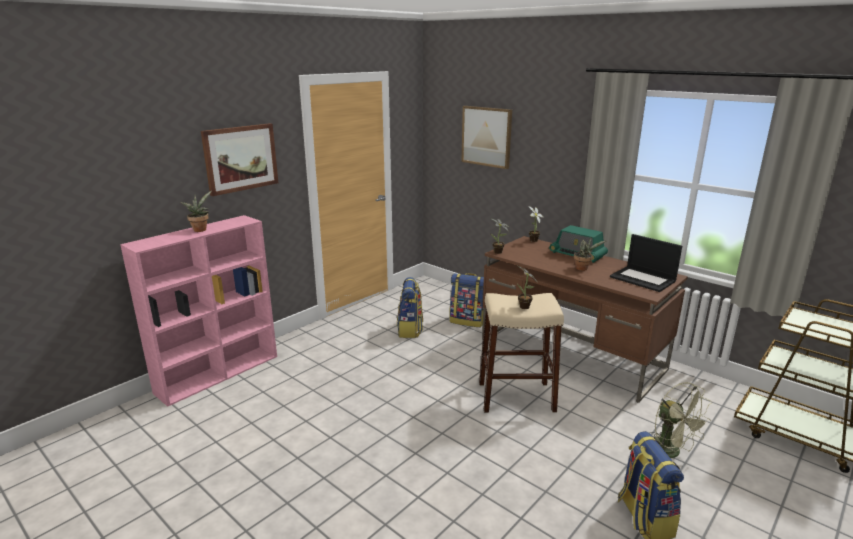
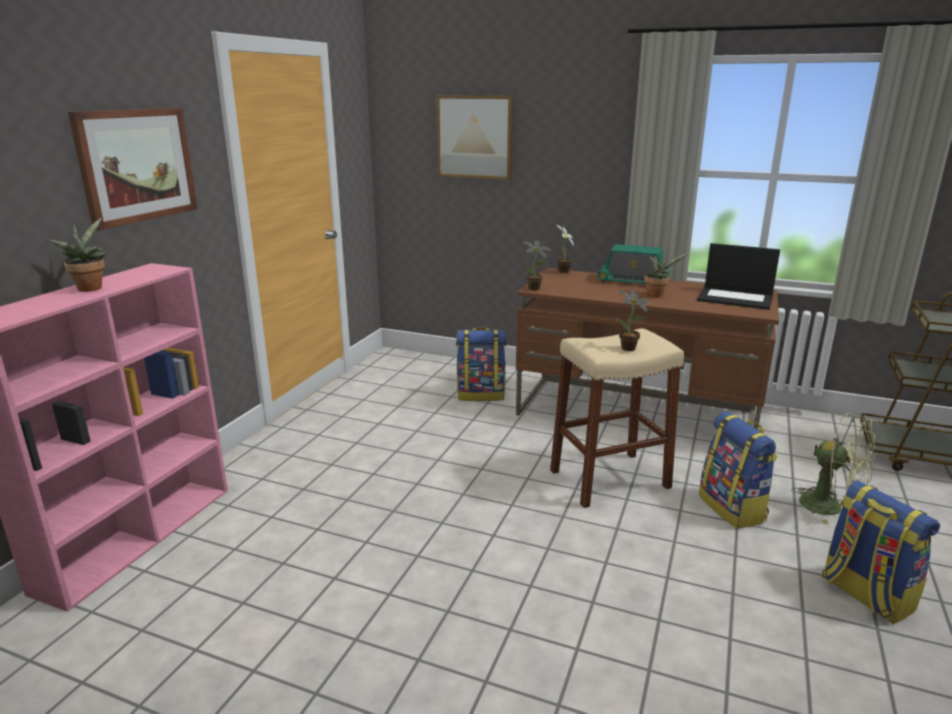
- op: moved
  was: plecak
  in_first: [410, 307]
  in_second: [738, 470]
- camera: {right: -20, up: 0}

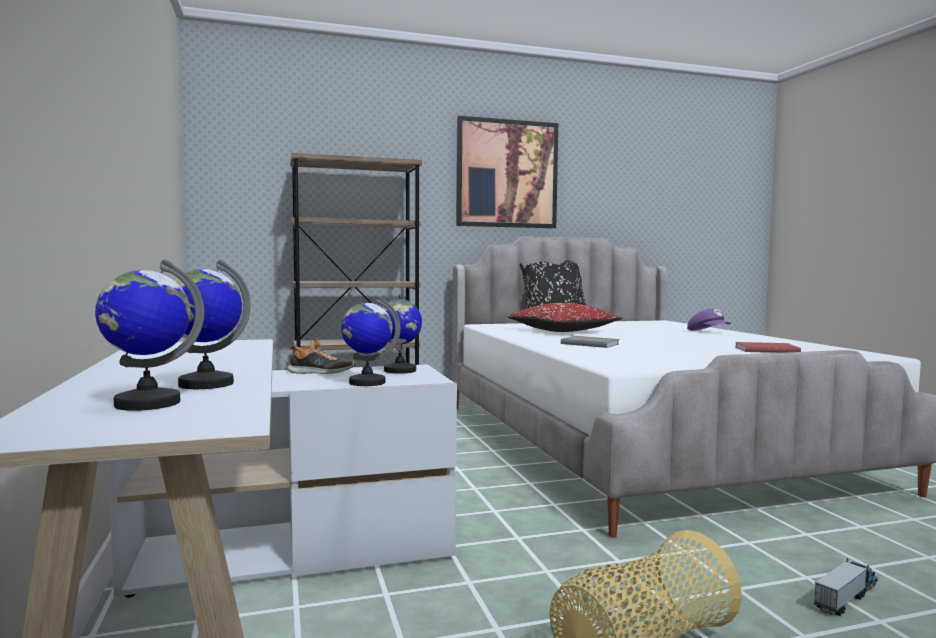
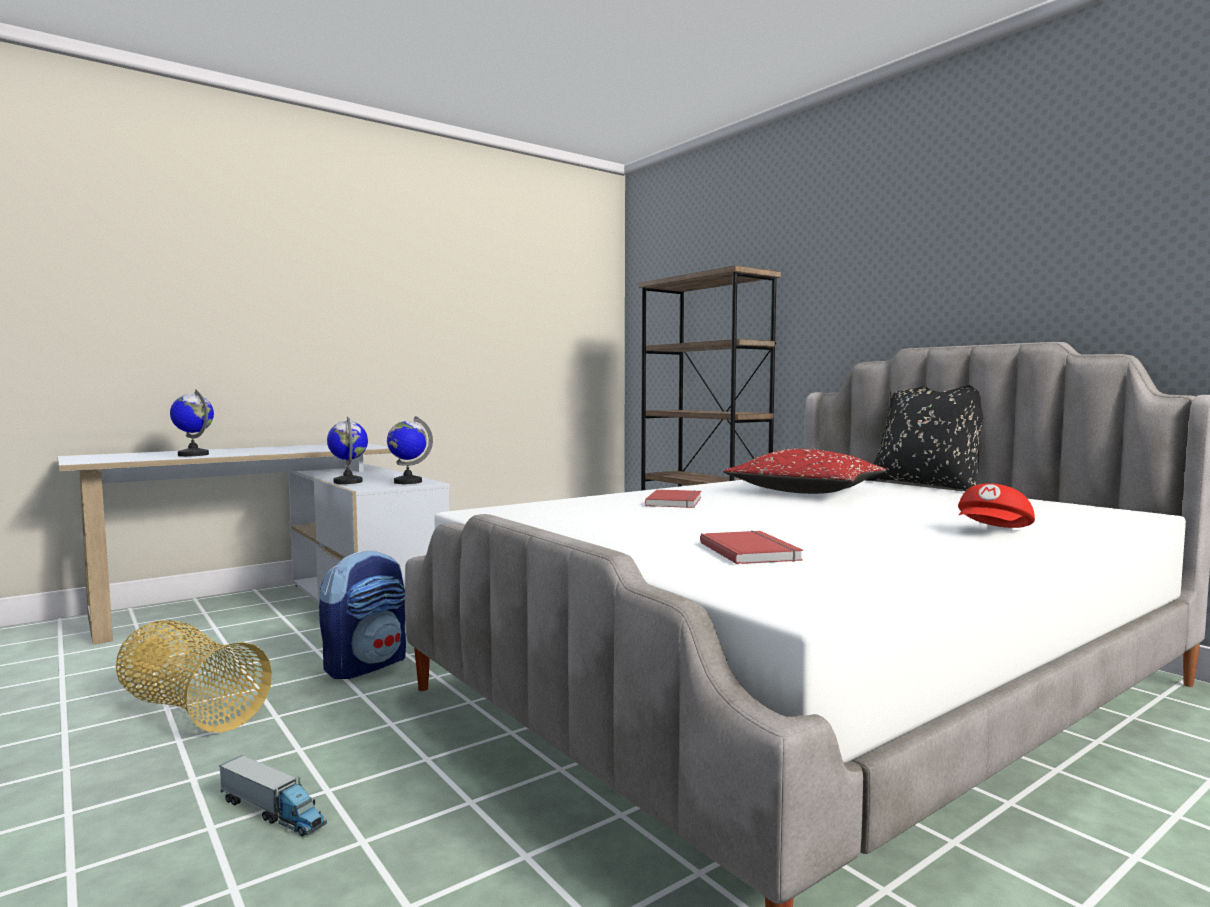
- op: added
  now: plecak
  in_second: [362, 614]
- op: recoloured
  was: książka (szary)
  now: książka (czerwony)
  in_first: [590, 342]
  in_second: [673, 498]
- op: recoloured
  was: czapka z daszkiem (fioletowy)
  now: czapka z daszkiem (czerwony)
  in_first: [709, 320]
  in_second: [996, 505]
- op: removed
  was: globus
  in_first: [149, 335]
- op: removed
  was: but
  in_first: [321, 356]
- op: removed
  was: obraz
  in_first: [507, 172]
- camera: {right: 70, up: 0}

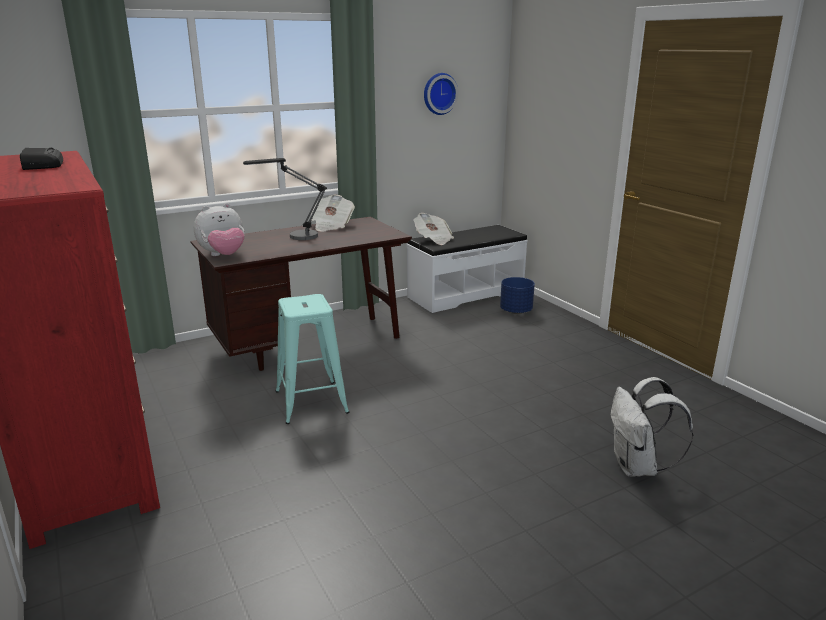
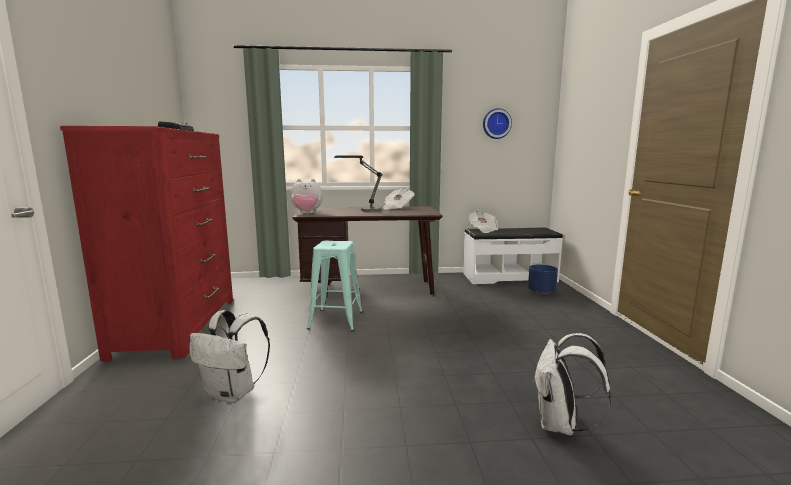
- op: added
  now: plecak (biały)
  in_second: [230, 356]
- camera: {right: 25, up: -10}

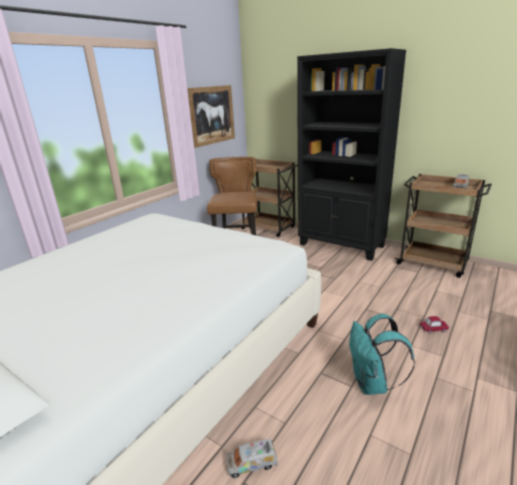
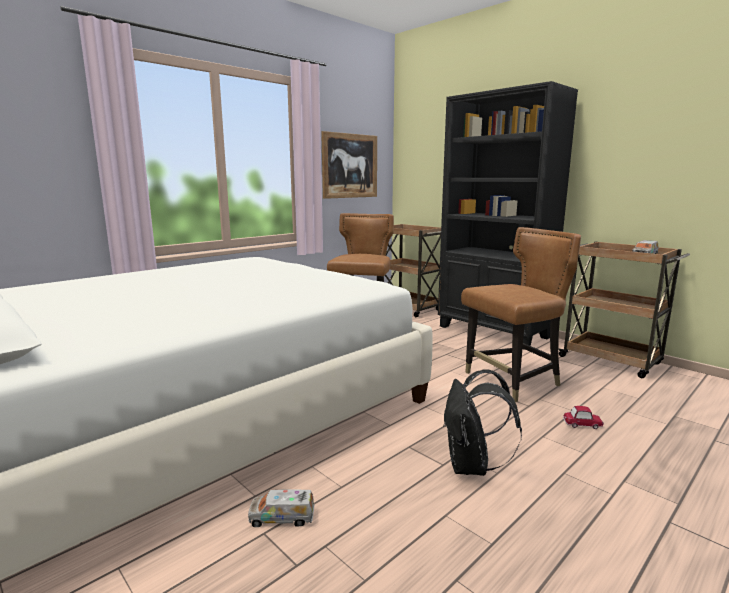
- op: recoloured
  was: plecak (turkusowy)
  now: plecak (czarny)
  in_first: [382, 354]
  in_second: [482, 422]
- op: added
  now: krzesło (brązowy)
  in_second: [521, 314]
- camera: {right: 10, up: -10}

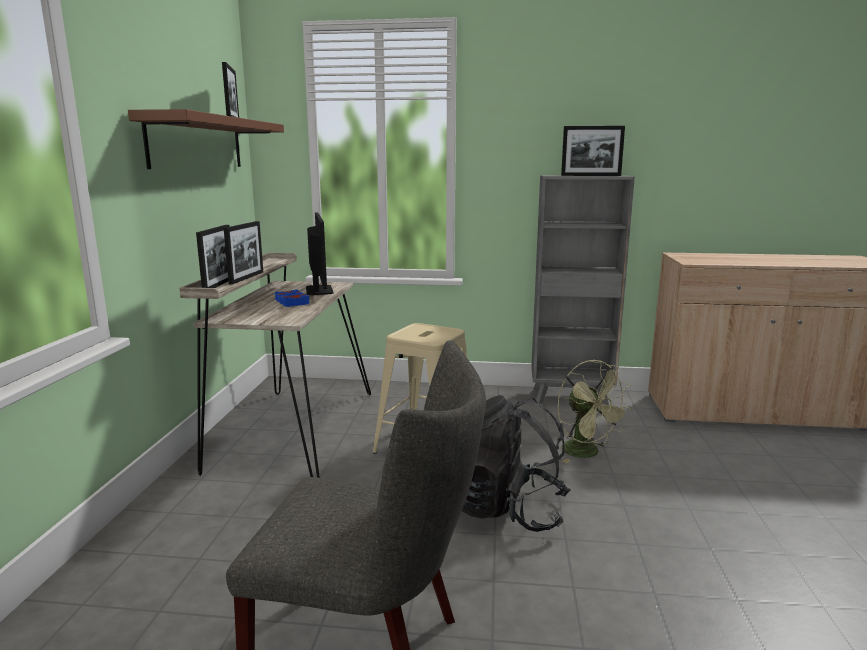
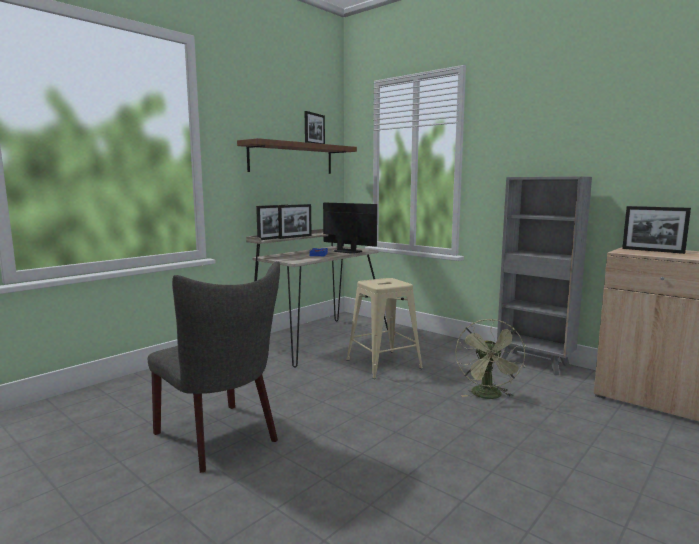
- op: turned
  was: monitor
  in_first: [319, 254]
  in_second: [350, 228]
  clockwise: -75
- op: moved
  was: ramka na zdjęcie
  in_first: [593, 151]
  in_second: [656, 230]
- op: removed
  was: plecak (czarny)
  in_first: [516, 463]
- camera: {right: 35, up: -5}

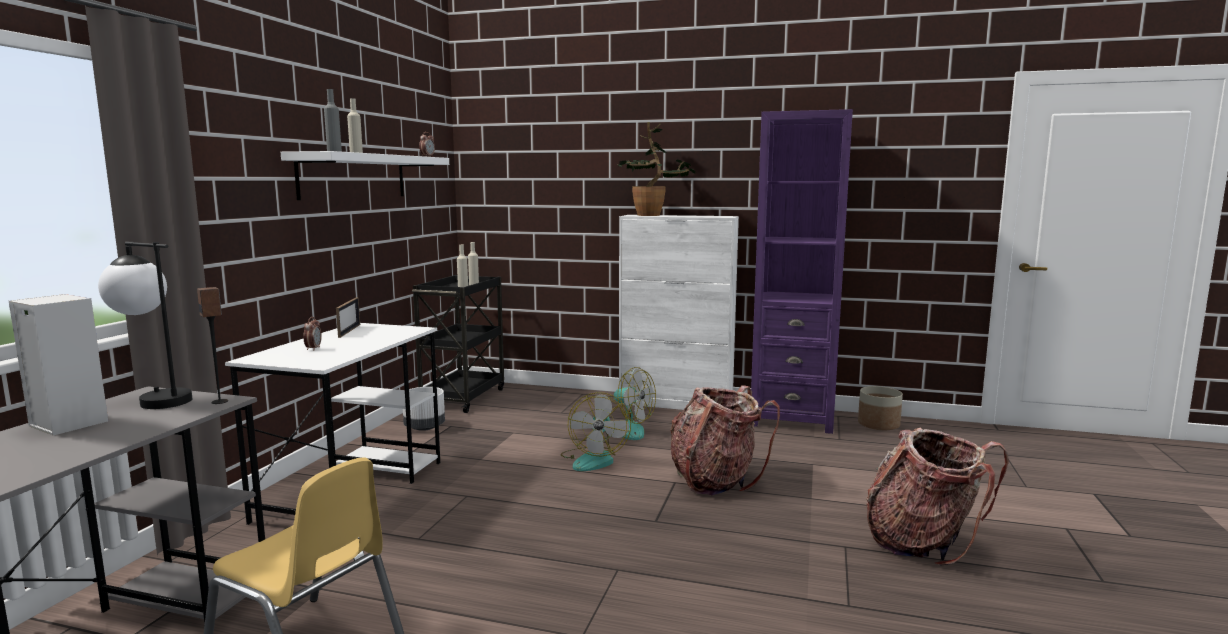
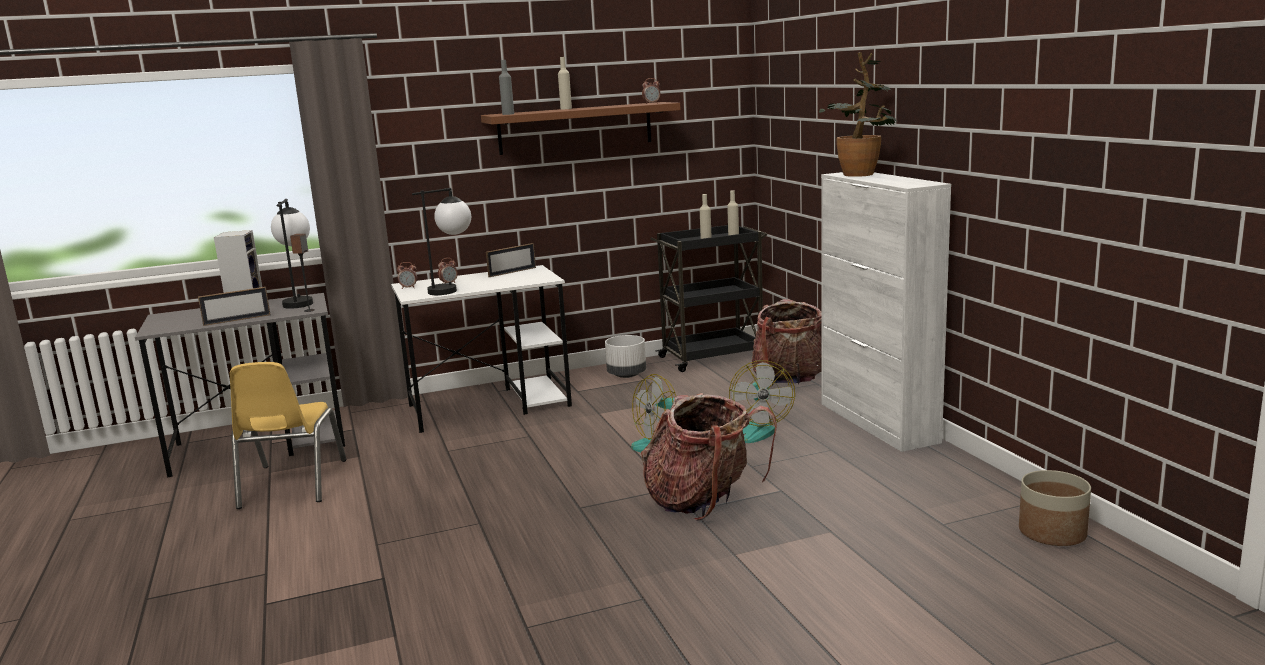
- op: added
  now: ramka na zdjęcie
  in_second: [234, 306]
- op: added
  now: budzik
  in_second: [407, 275]
- op: added
  now: lampa stołowa
  in_second: [441, 241]
- op: recoloured
  was: półka (biały)
  now: półka (brązowy)
  in_first: [365, 175]
  in_second: [581, 128]
- op: moved
  was: plecak
  in_first: [937, 497]
  in_second: [787, 343]
- op: removed
  was: regał (fioletowy)
  in_first: [802, 271]
- camera: {right: 55, up: 5}

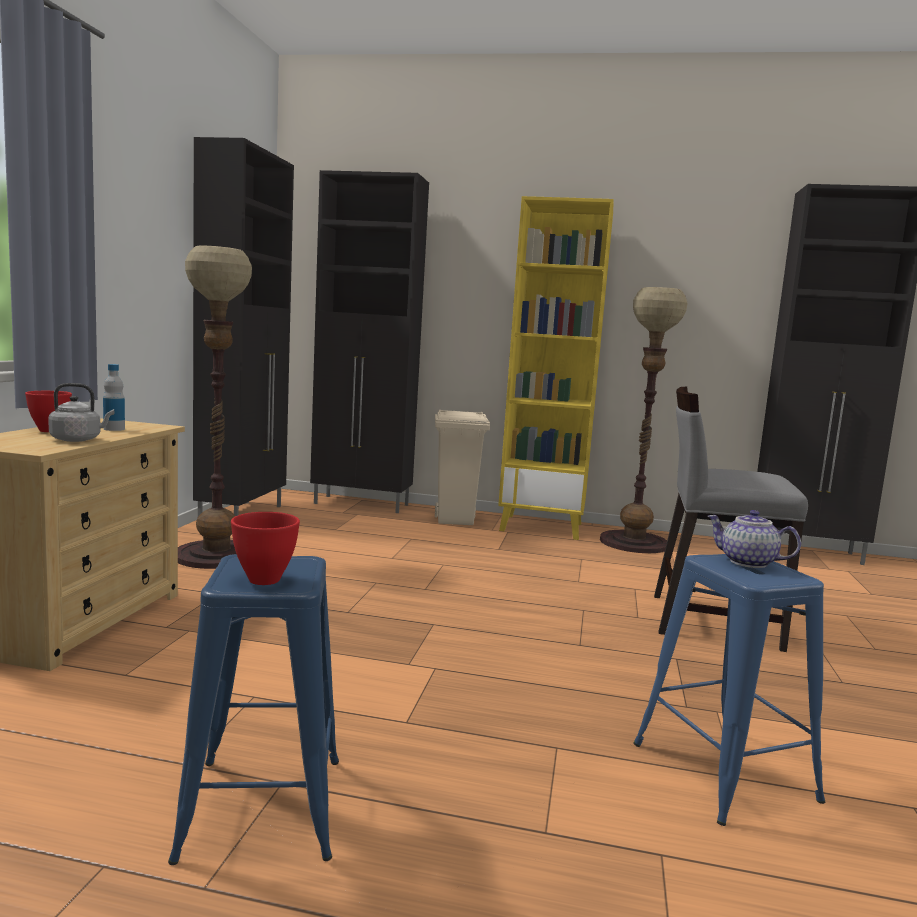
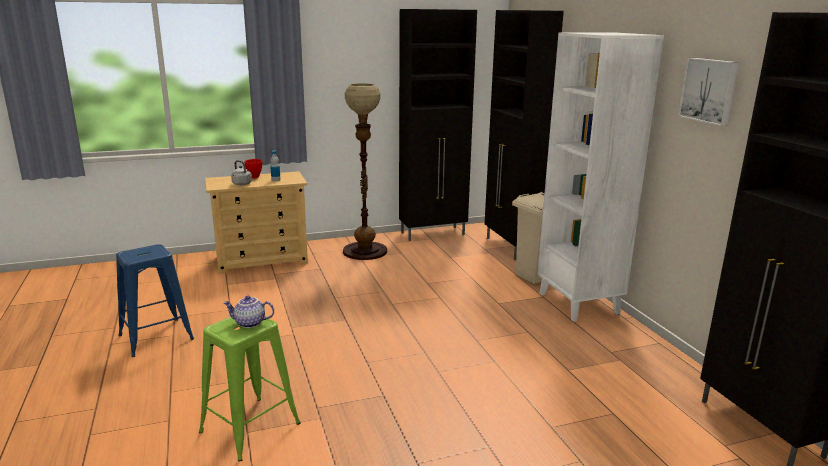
- op: recoloured
  was: stołek (niebieski)
  now: stołek (zielony)
  in_first: [729, 690]
  in_second: [250, 389]
- op: turned
  was: imbryk
  in_first: [754, 539]
  in_second: [248, 312]
  clockwise: -90
- op: recoloured
  was: regał (żółty)
  now: regał (biały)
  in_first: [556, 368]
  in_second: [600, 177]
- op: added
  now: obraz
  in_second: [708, 92]
- op: removed
  was: miska (czerwony)
  in_first: [265, 548]
- op: removed
  was: lampa stojąca
  in_first: [644, 420]
- op: removed
  was: krzesło (szary)
  in_first: [731, 519]
- camera: {right: 60, up: 10}

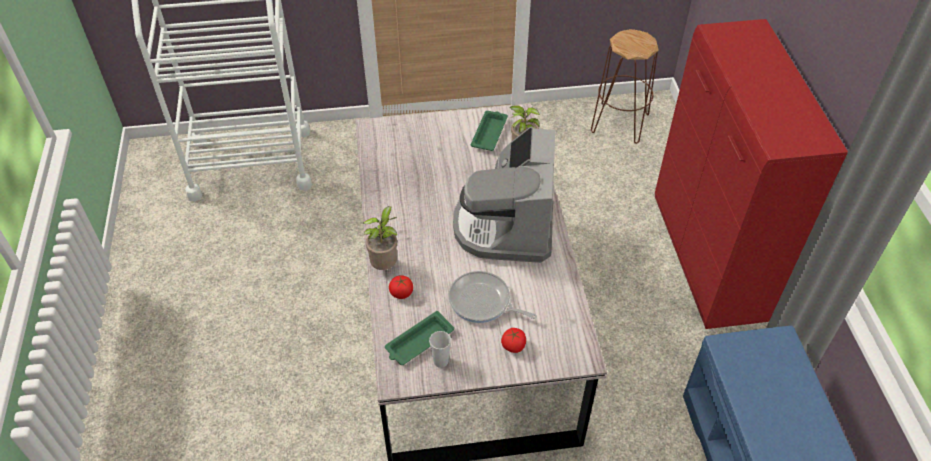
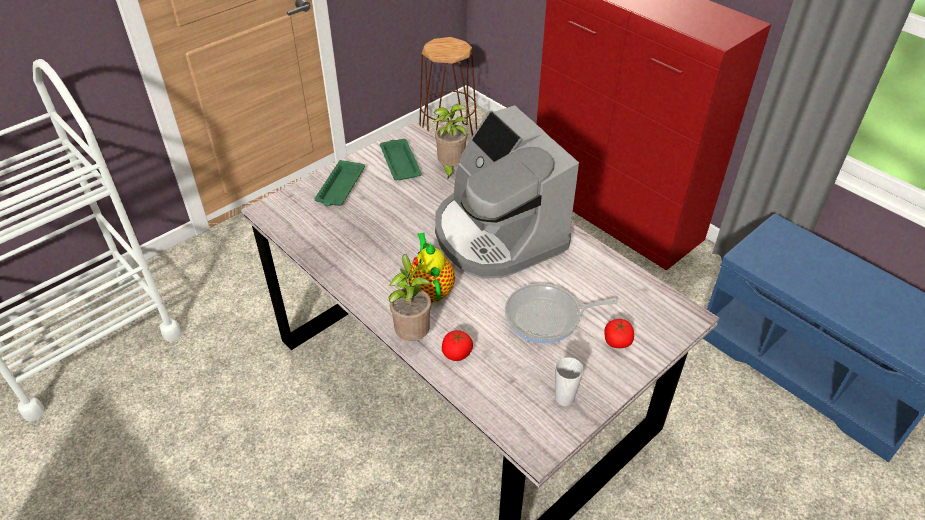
- op: moved
  was: taca (zielony)
  in_first: [419, 338]
  in_second: [340, 183]
- op: added
  now: imbryk
  in_second: [432, 267]
- camera: {right: -35, up: -5}

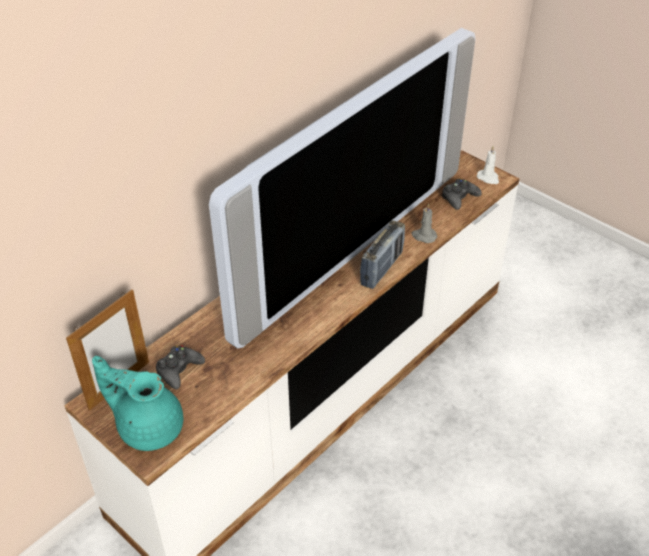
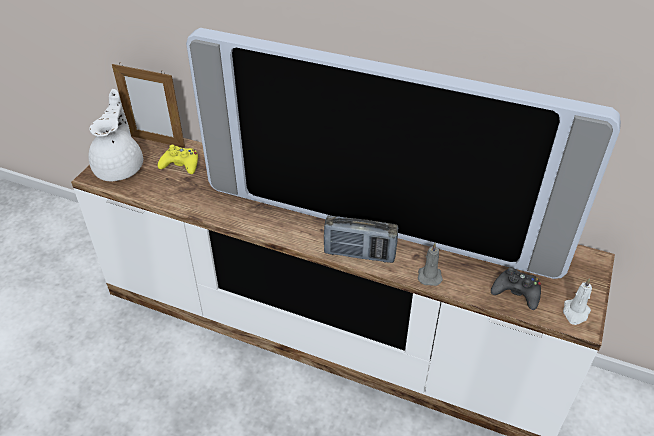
- op: recoloured
  was: imbryk (turkusowy)
  now: imbryk (biały)
  in_first: [137, 403]
  in_second: [115, 135]
- op: recoloured
  was: pad do gier (czarny)
  now: pad do gier (żółty)
  in_first: [180, 367]
  in_second: [178, 159]
- camera: {right: 70, up: 0}

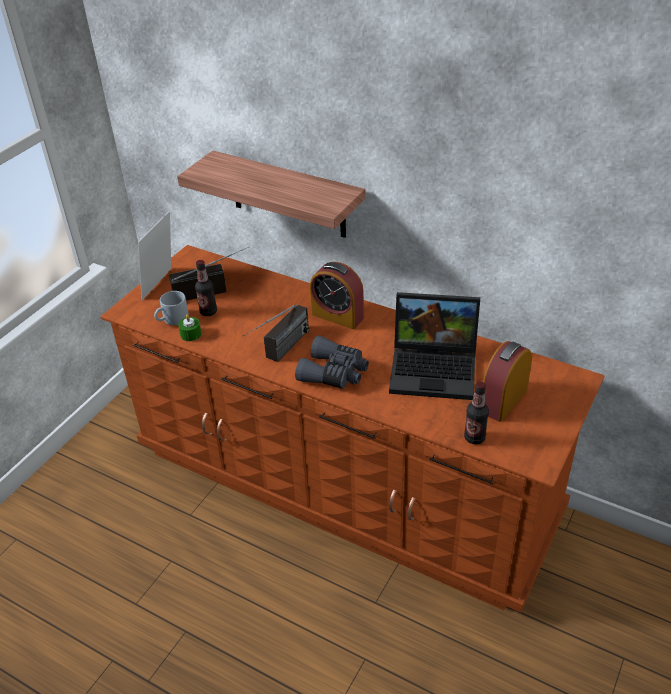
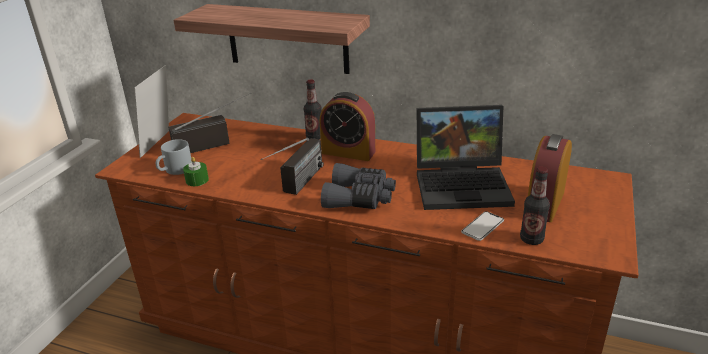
- op: moved
  was: butelka
  in_first: [206, 288]
  in_second: [313, 109]
- op: added
  now: telefon
  in_second: [482, 226]
- camera: {right: -10, up: -10}

